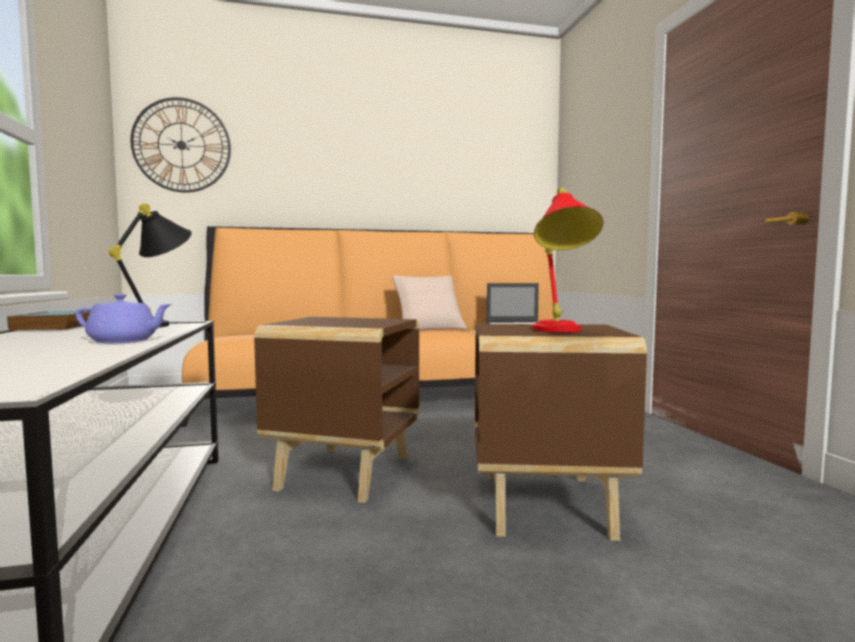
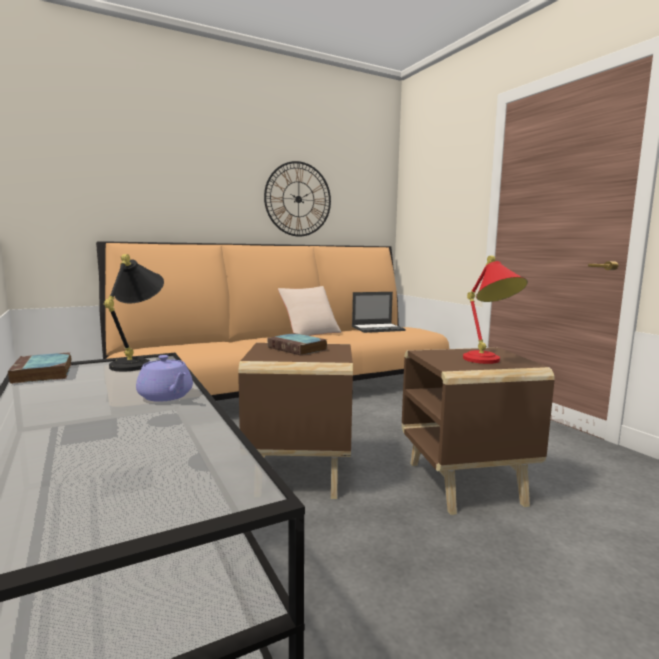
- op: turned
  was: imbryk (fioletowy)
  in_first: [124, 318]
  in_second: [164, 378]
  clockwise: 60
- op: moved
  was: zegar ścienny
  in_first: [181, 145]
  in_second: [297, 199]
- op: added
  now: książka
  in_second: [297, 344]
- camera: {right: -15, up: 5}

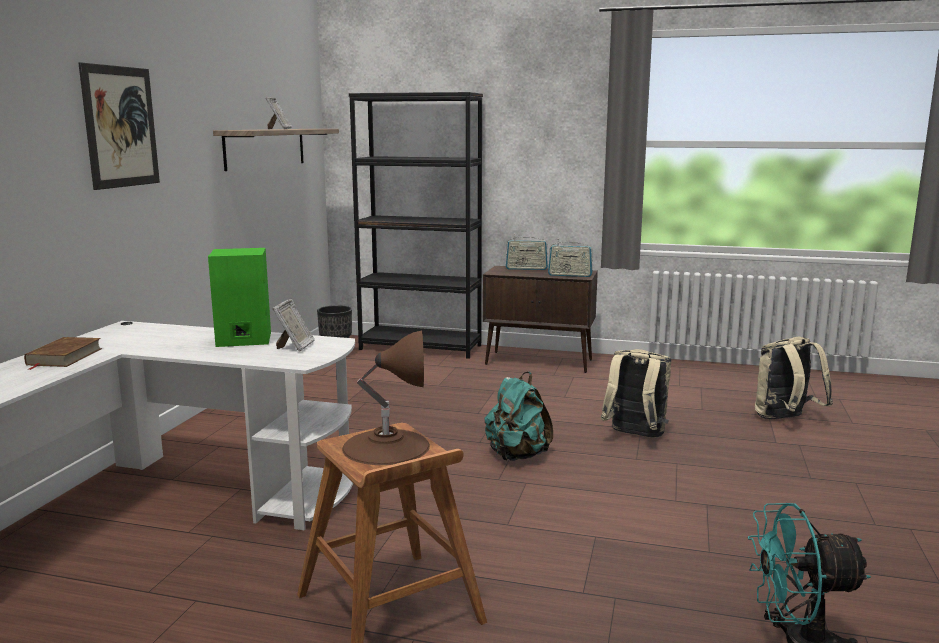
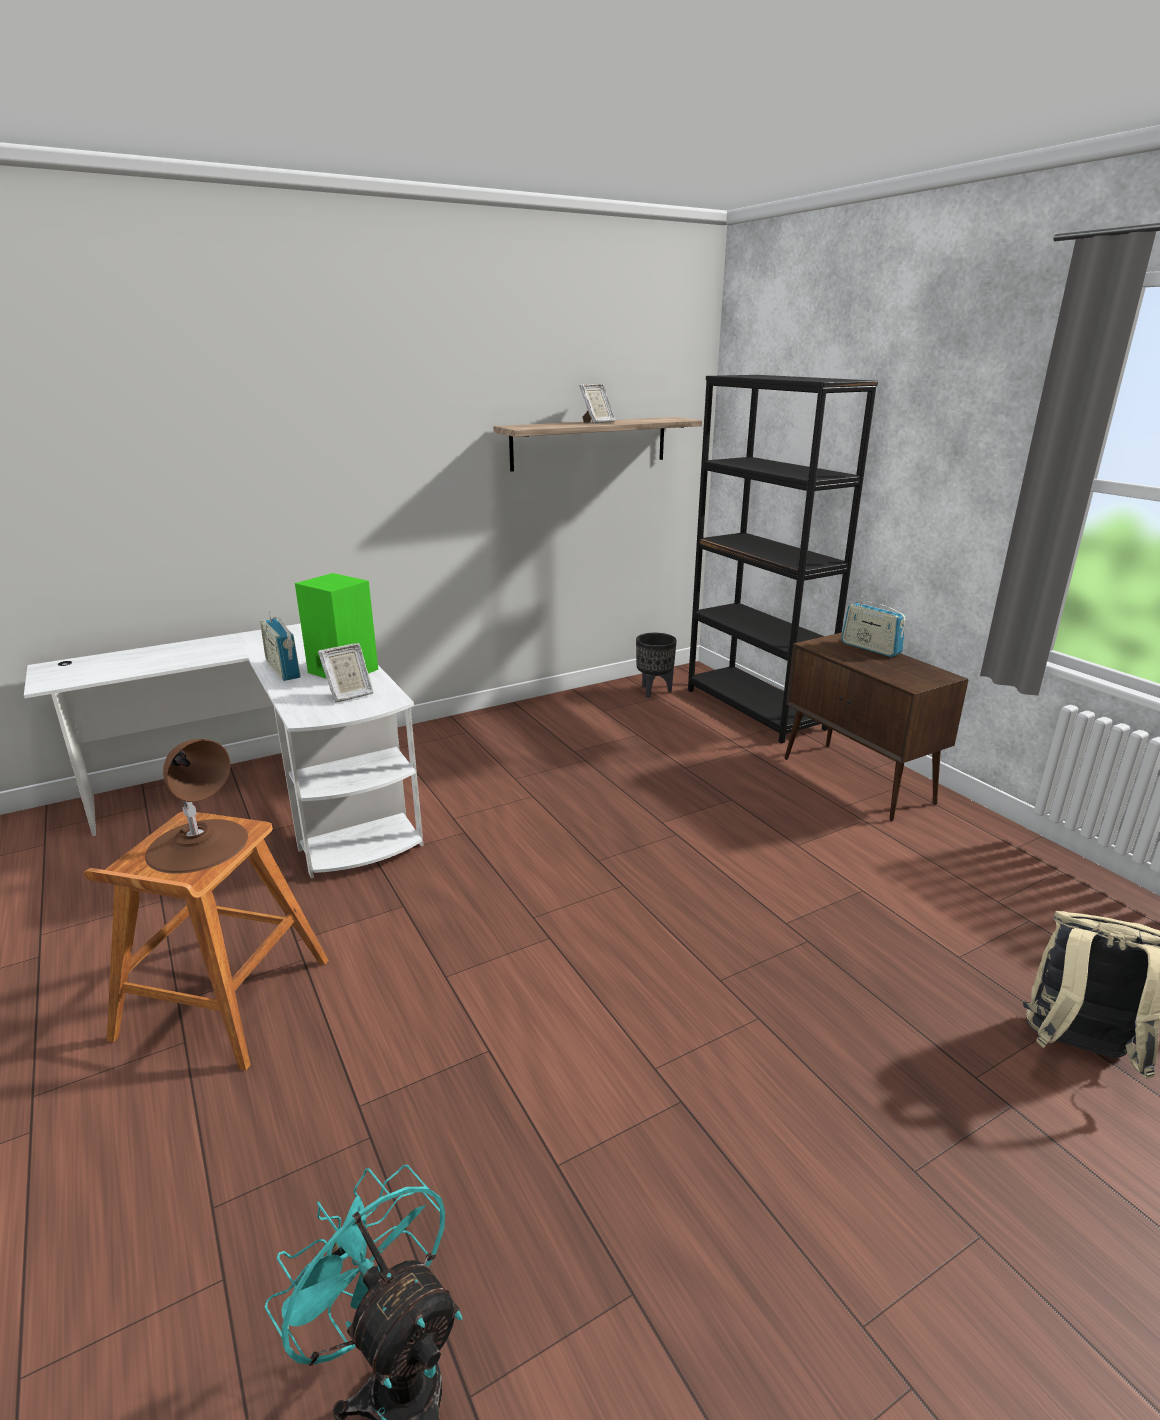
- op: moved
  was: radio
  in_first: [570, 259]
  in_second: [280, 646]
- op: removed
  was: książka (brązowy)
  in_first: [63, 353]
- op: removed
  was: obraz
  in_first: [119, 126]
- op: removed
  was: plecak (turkusowy)
  in_first: [518, 416]
- op: removed
  was: plecak (beżowy)
  in_first: [636, 393]
- camera: {right: 45, up: 10}

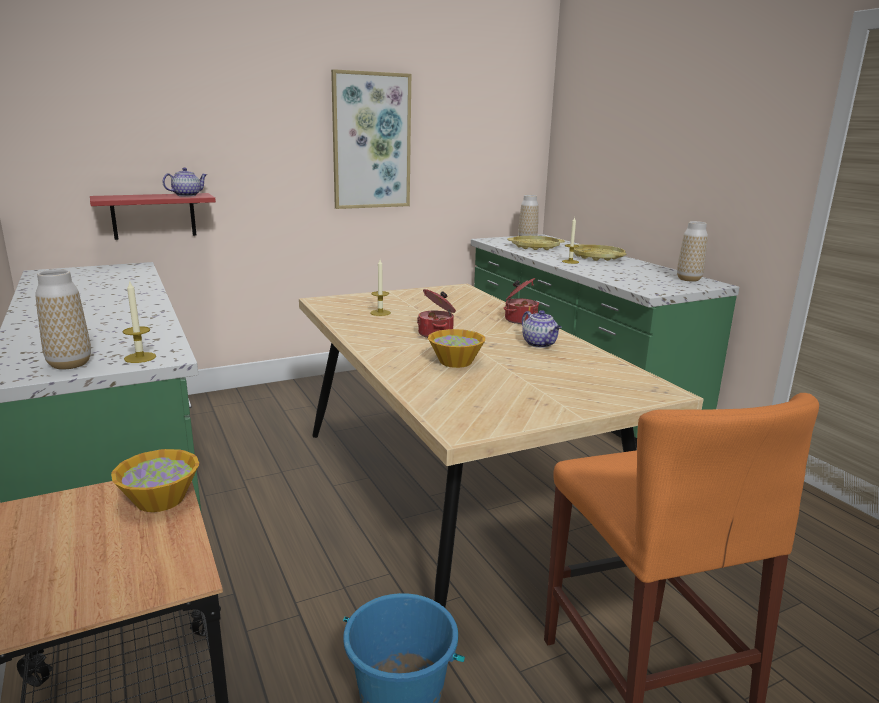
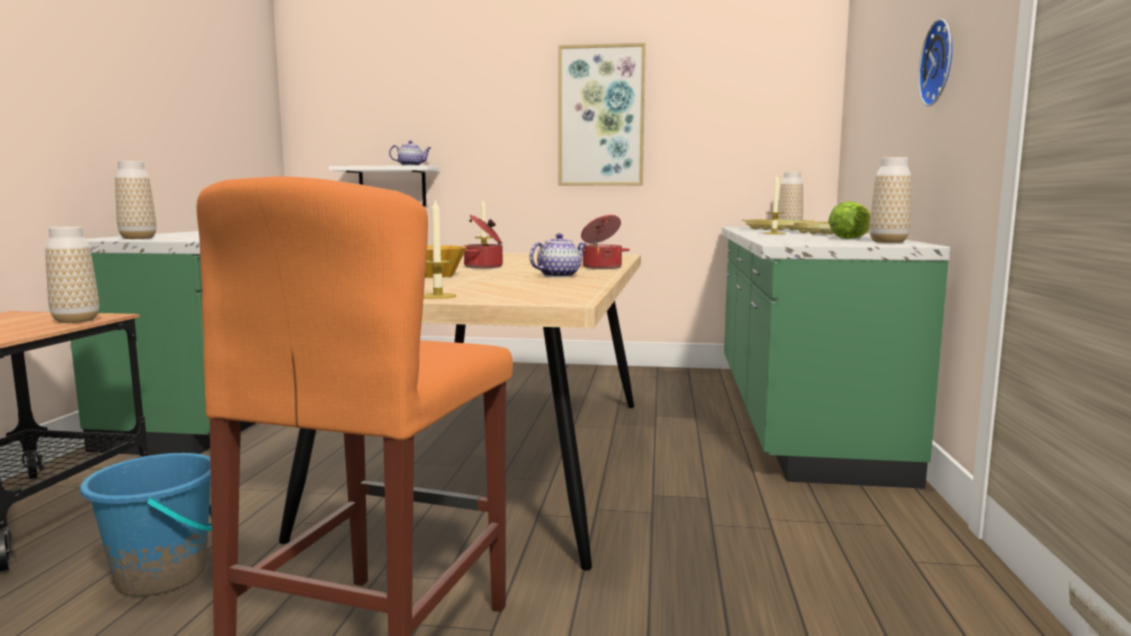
- op: replaced
  was: miska
  now: wazon
  in_first: [155, 480]
  in_second: [72, 275]
- op: recoloured
  was: półka (czerwony)
  now: półka (biały)
  in_first: [153, 216]
  in_second: [384, 185]
- op: moved
  was: świeca
  in_first: [139, 321]
  in_second: [440, 248]
- op: turned
  was: imbryk
  in_first: [541, 329]
  in_second: [558, 255]
  clockwise: -135
- op: added
  now: sałata
  in_second: [849, 220]
- op: added
  now: zegar ścienny
  in_second: [935, 62]
- camera: {right: 35, up: -10}

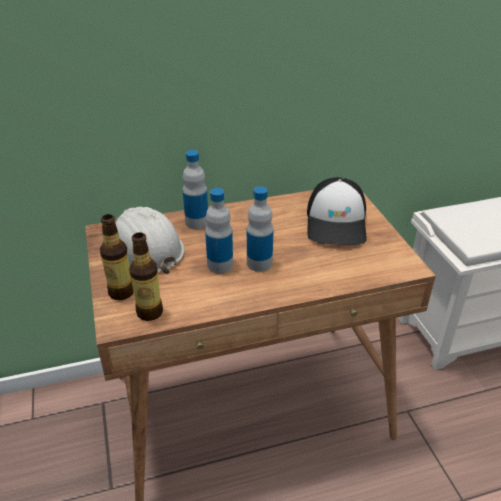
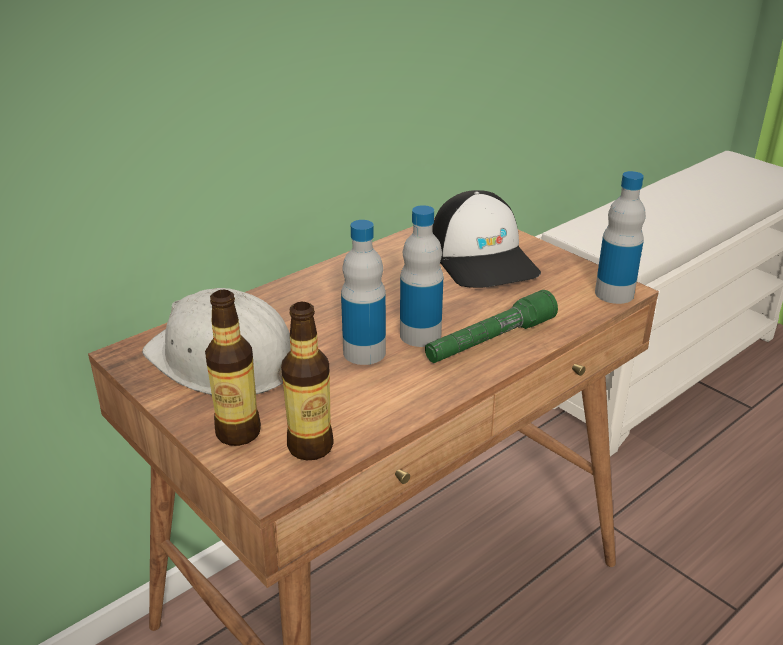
- op: added
  now: latarka (zielony)
  in_second: [491, 326]
- op: moved
  was: butelka
  in_first: [195, 189]
  in_second: [620, 237]
- camera: {right: -25, up: -5}

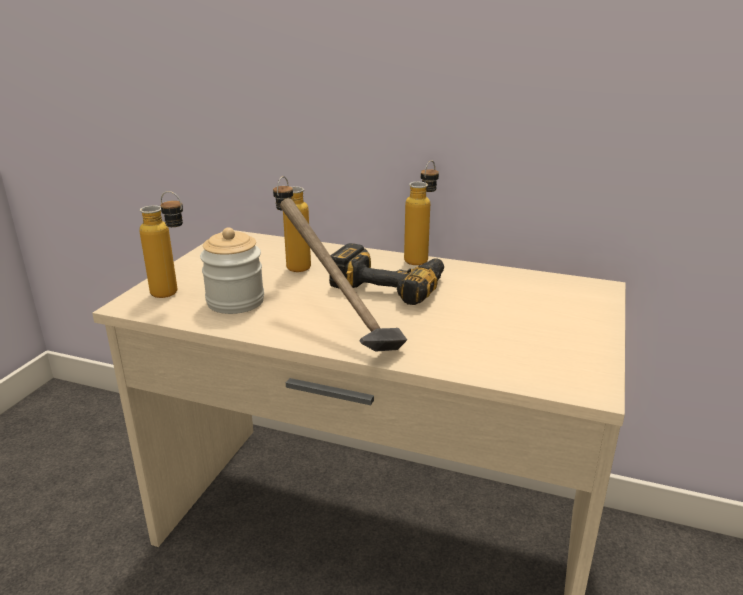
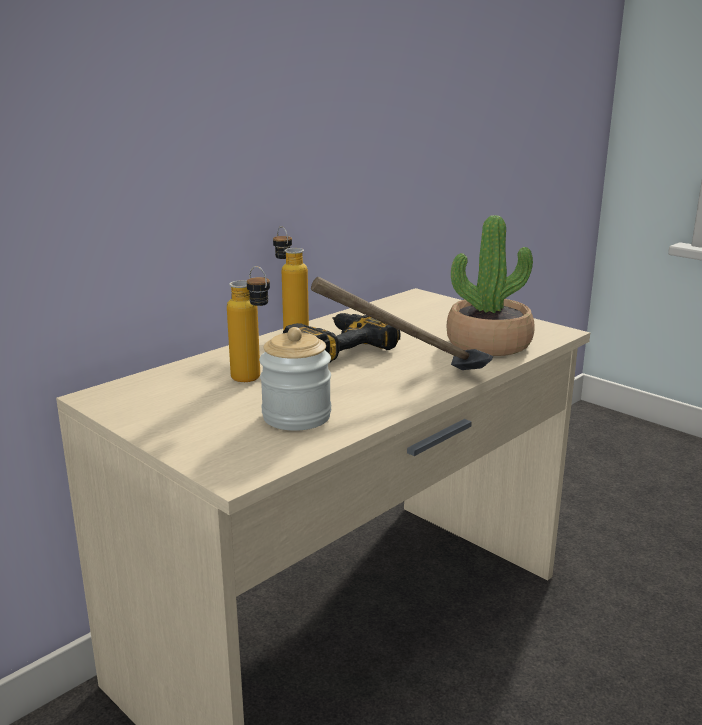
- op: added
  now: roślina doniczkowa
  in_second: [491, 285]
- op: removed
  was: butelka
  in_first: [161, 244]
- camera: {right: -65, up: -5}

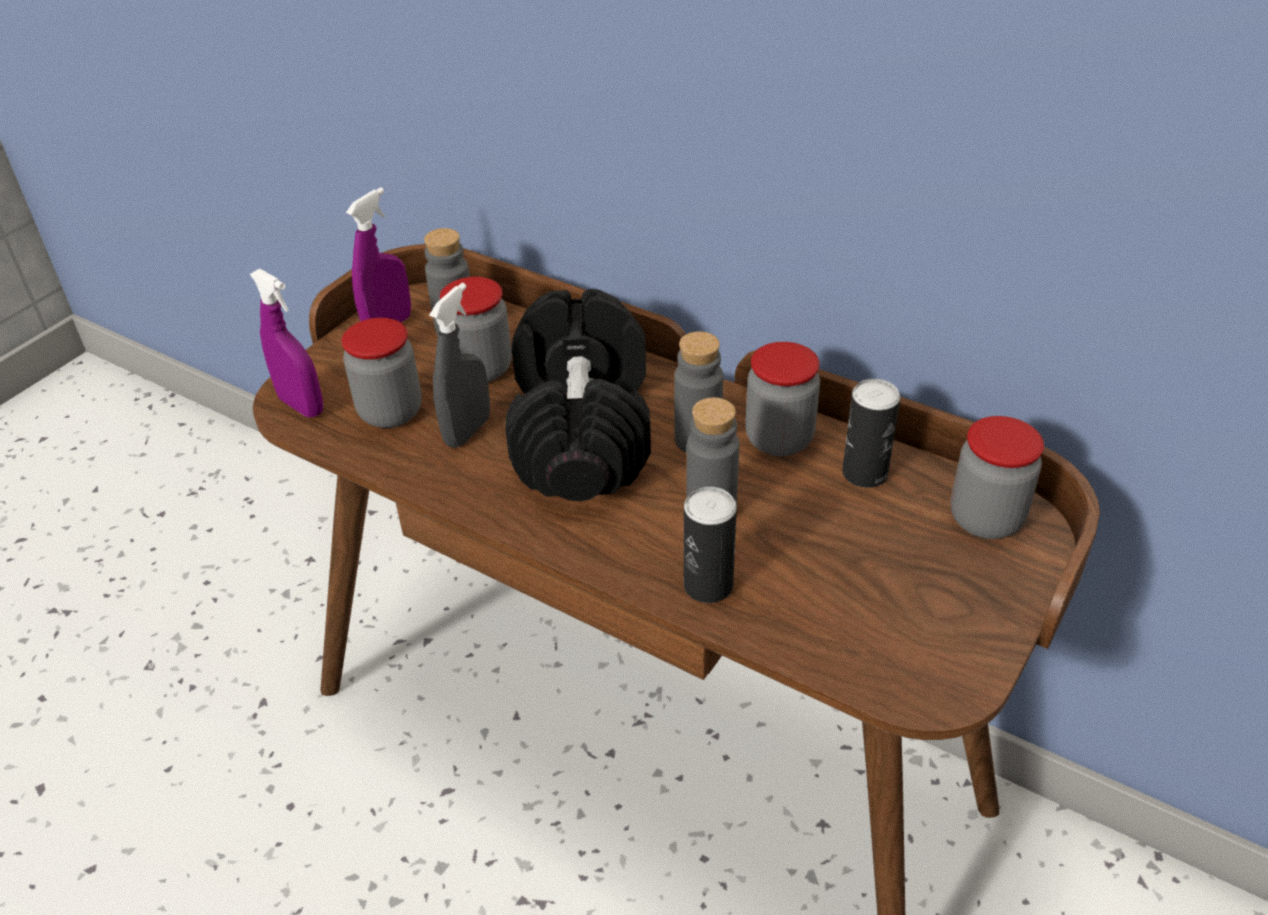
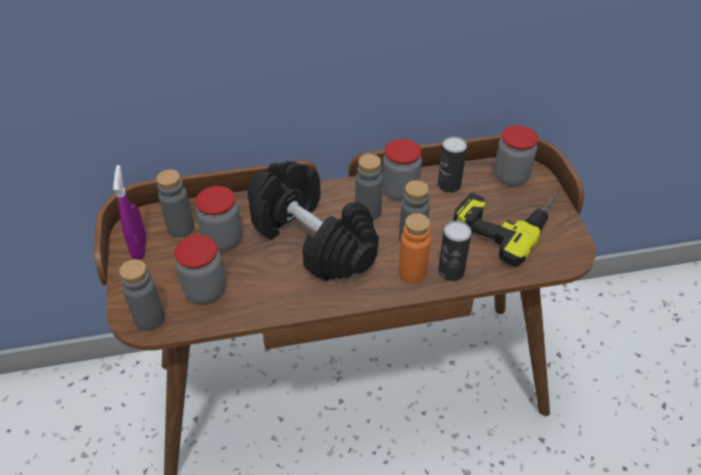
- op: replaced
  was: spryskiwacz (fioletowy)
  now: butelka (szary)
  in_first: [286, 342]
  in_second: [142, 295]
- op: added
  now: butelka (pomarańczowy)
  in_second: [415, 248]
- op: added
  now: wiertarka
  in_second: [506, 229]
- op: removed
  was: spryskiwacz (szary)
  in_first: [459, 365]
- camera: {right: -45, up: 5}

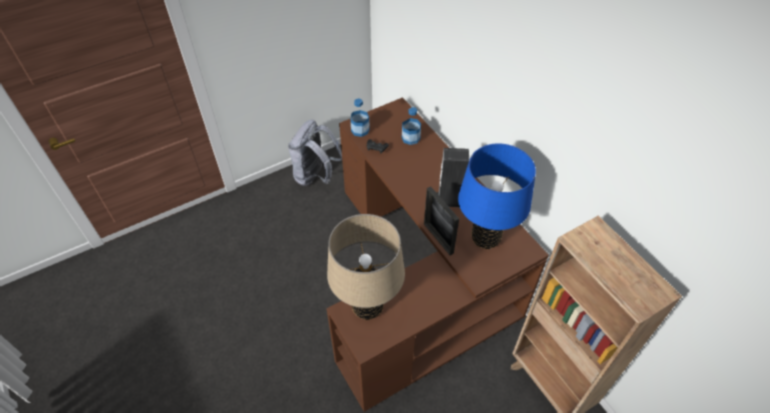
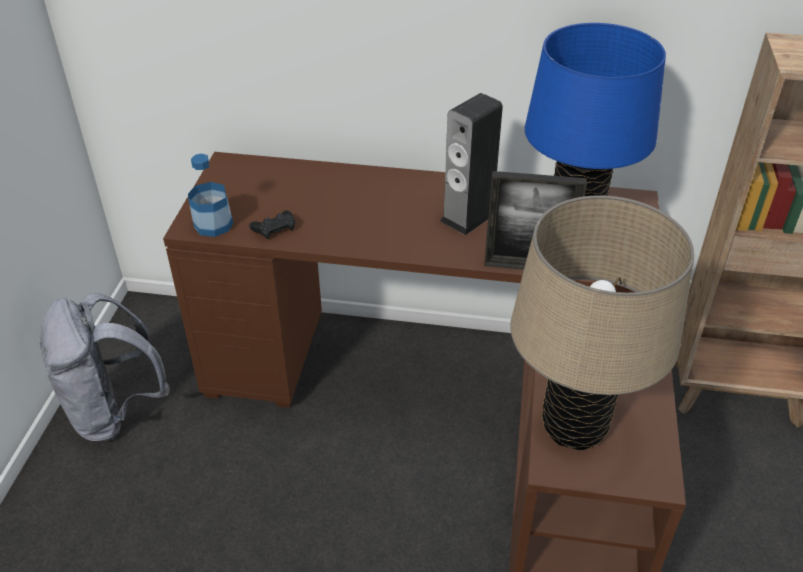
- op: removed
  was: butelka
  in_first: [411, 126]
- camera: {right: -50, up: -10}

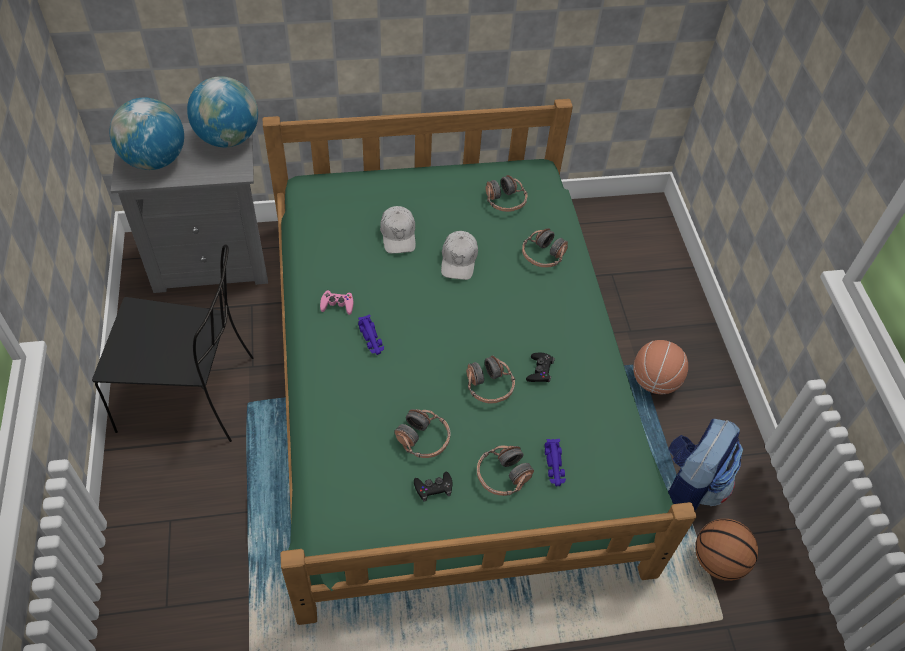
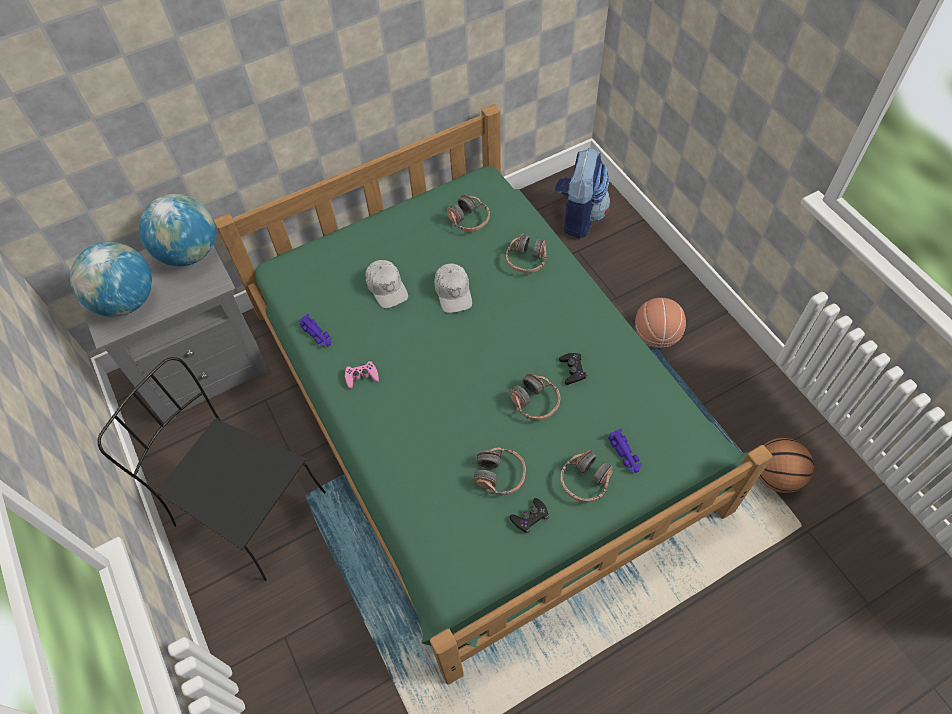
- op: turned
  was: krzesło (czarny)
  in_first: [172, 343]
  in_second: [212, 469]
  clockwise: -135
- op: moved
  was: samochodzik (fioletowy)
  in_first: [371, 335]
  in_second: [315, 330]
- op: moved
  was: plecak
  in_first: [705, 465]
  in_second: [582, 193]
- camera: {right: -15, up: 5}

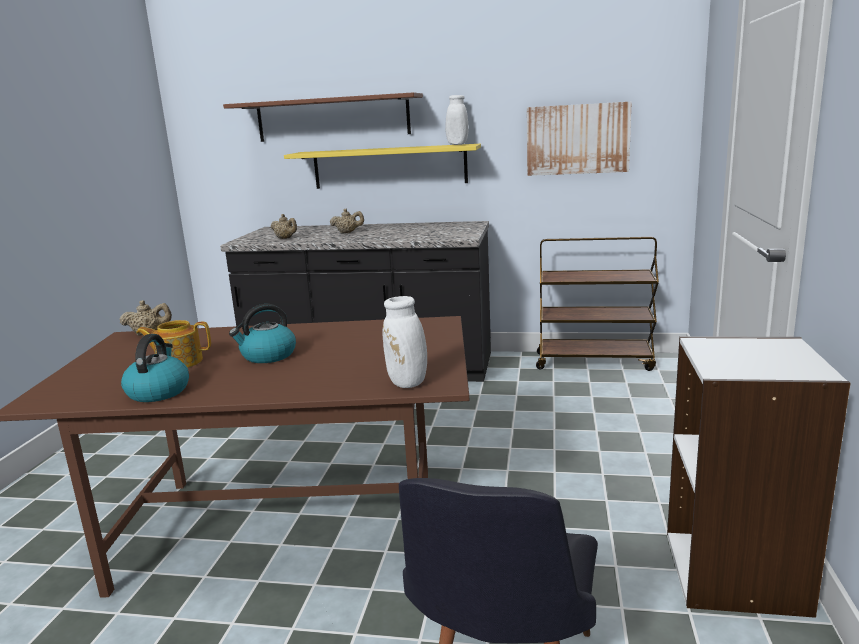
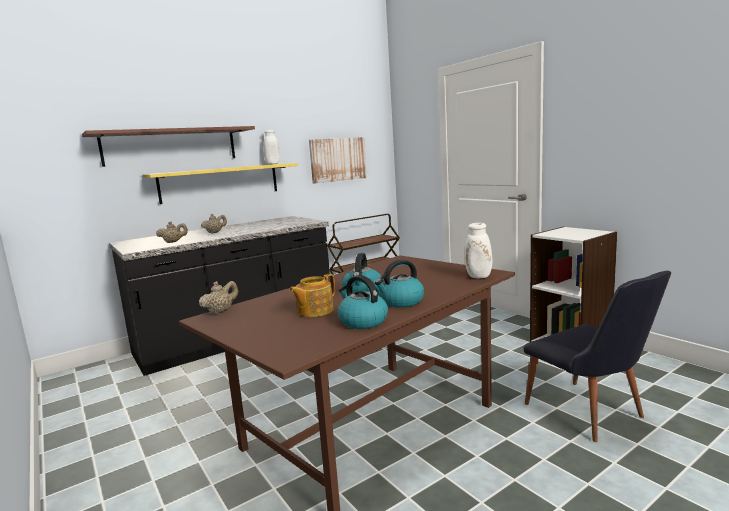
- op: added
  now: czajnik
  in_second: [399, 283]
- camera: {right: -45, up: -5}

